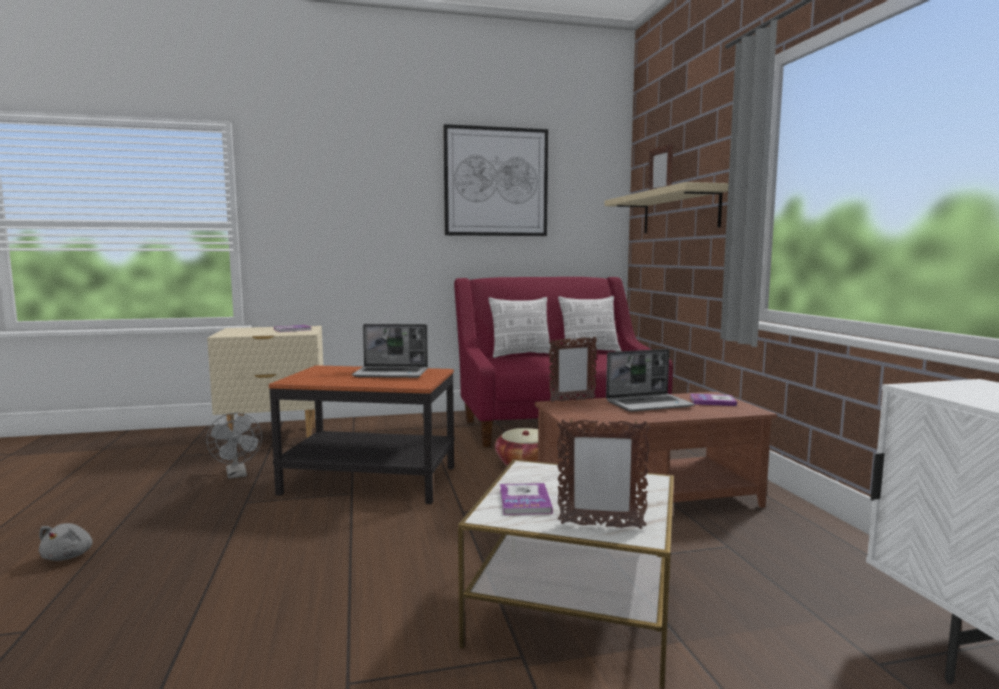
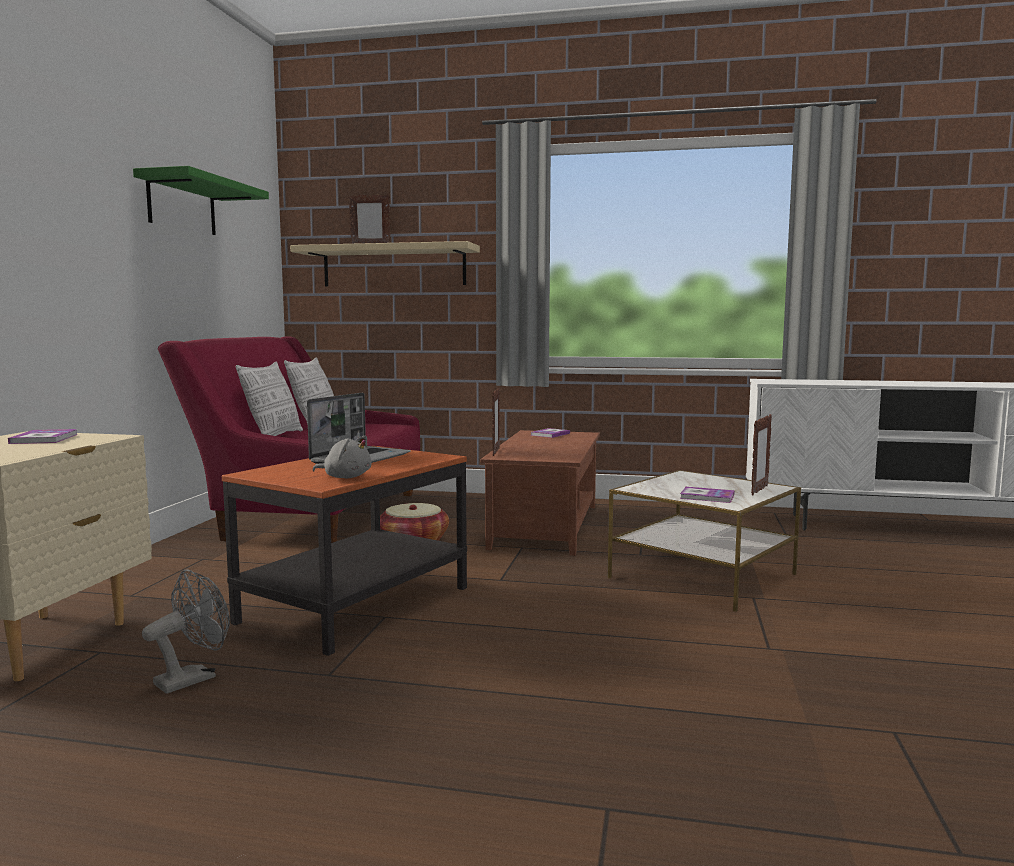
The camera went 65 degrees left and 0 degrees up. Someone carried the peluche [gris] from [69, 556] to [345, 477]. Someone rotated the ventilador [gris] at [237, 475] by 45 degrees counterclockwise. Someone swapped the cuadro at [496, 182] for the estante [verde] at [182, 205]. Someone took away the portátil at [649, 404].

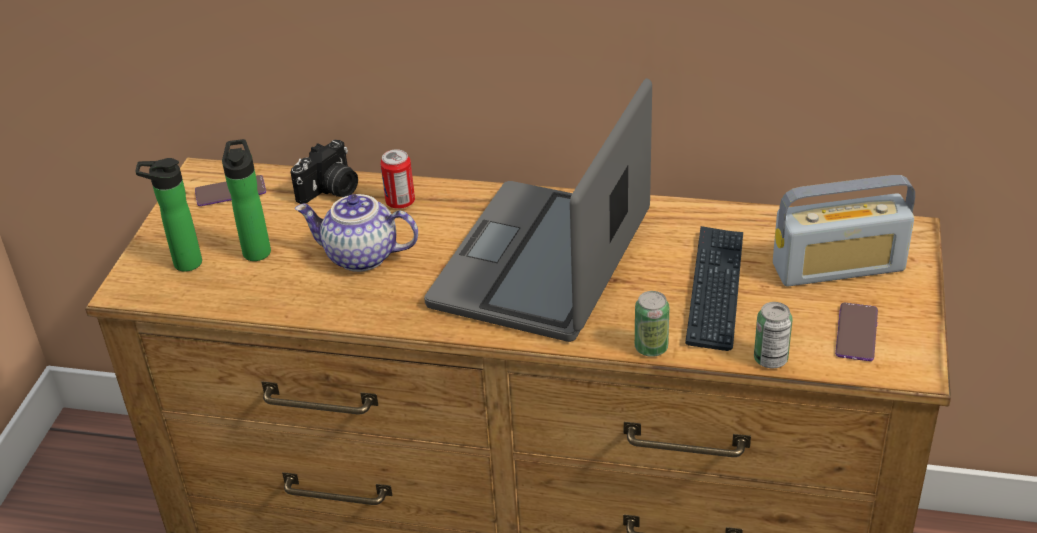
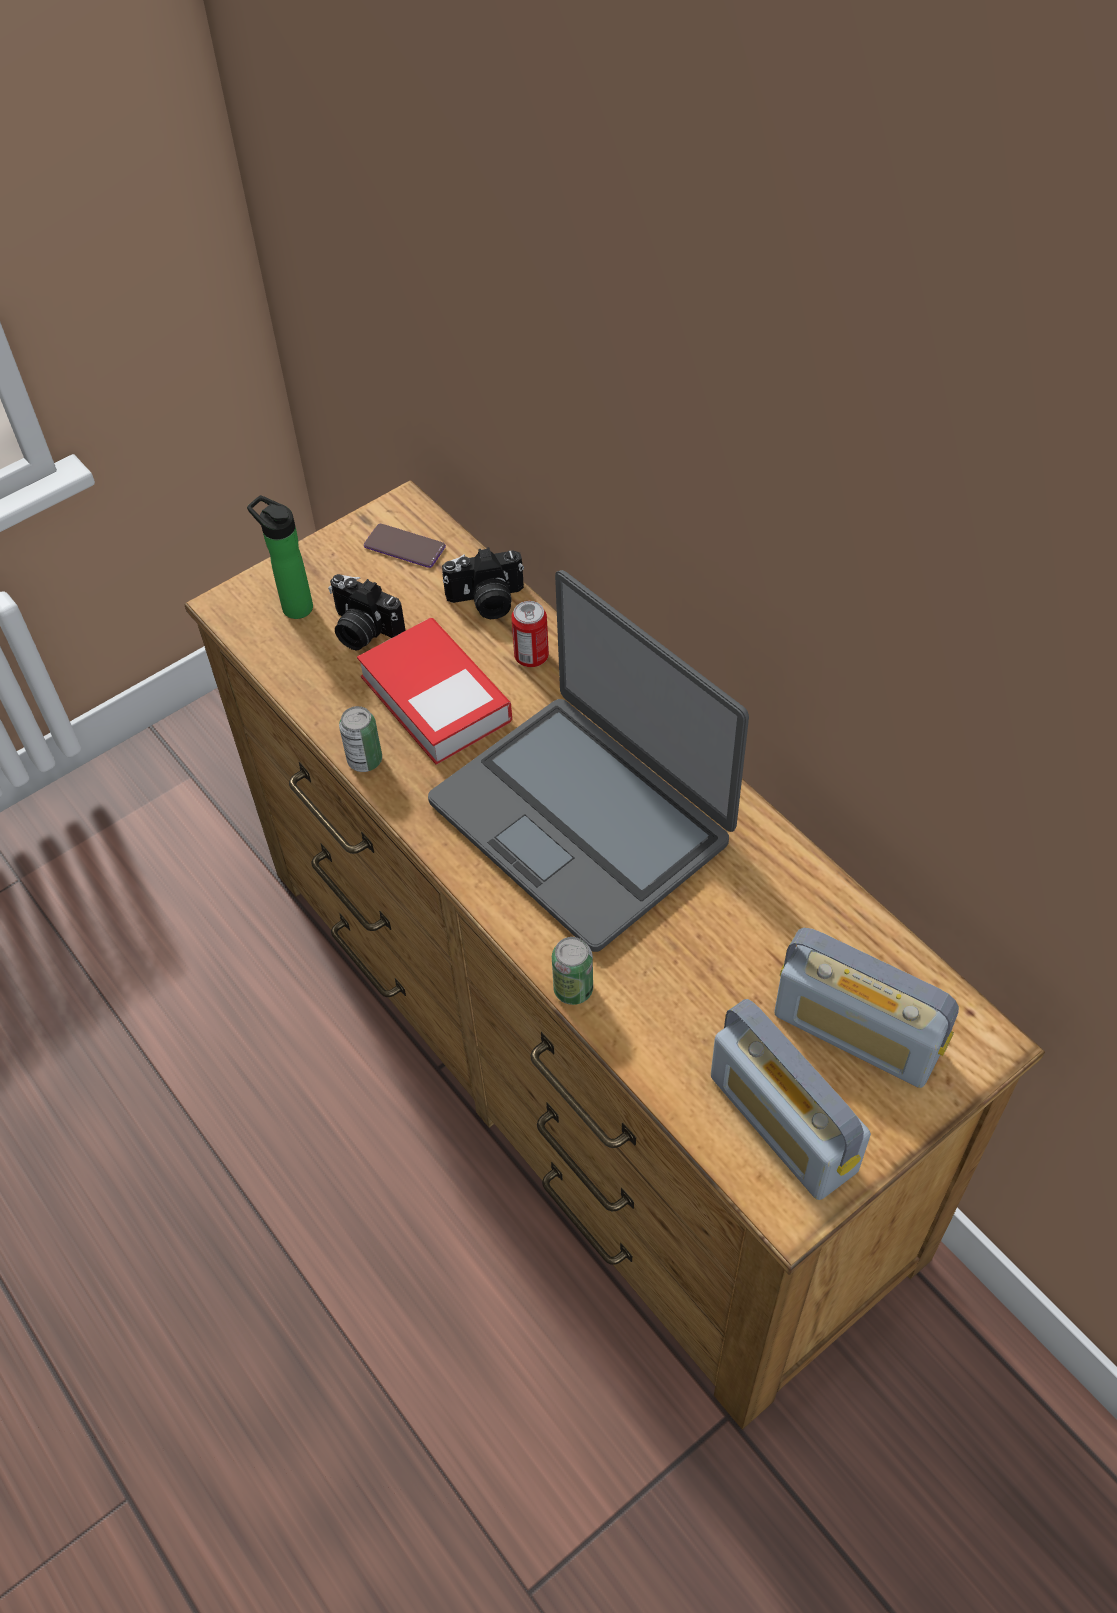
The camera went 40 degrees right and 15 degrees up. Someone swapped the botella at [257, 250] for the cámara at [363, 630]. Someone swapped the tetera at [360, 257] for the libro at [435, 699]. Someone rotated the portátil at [544, 263] by 105 degrees counterclockwise. Someone took away the teclado at [715, 288]. Someone carried the lata from [770, 359] to [365, 760]. Someone swapped the móvil at [856, 333] for the radio at [783, 1123].

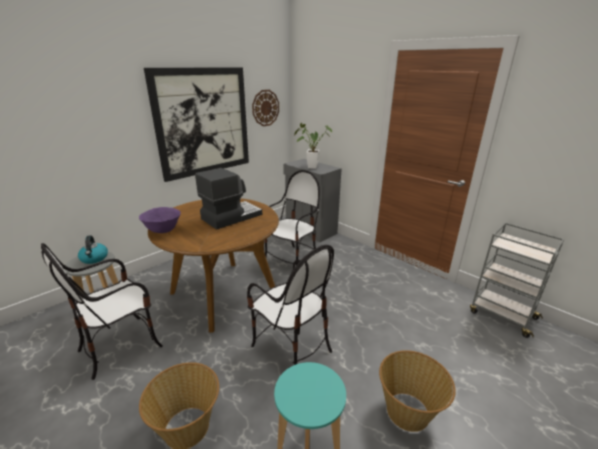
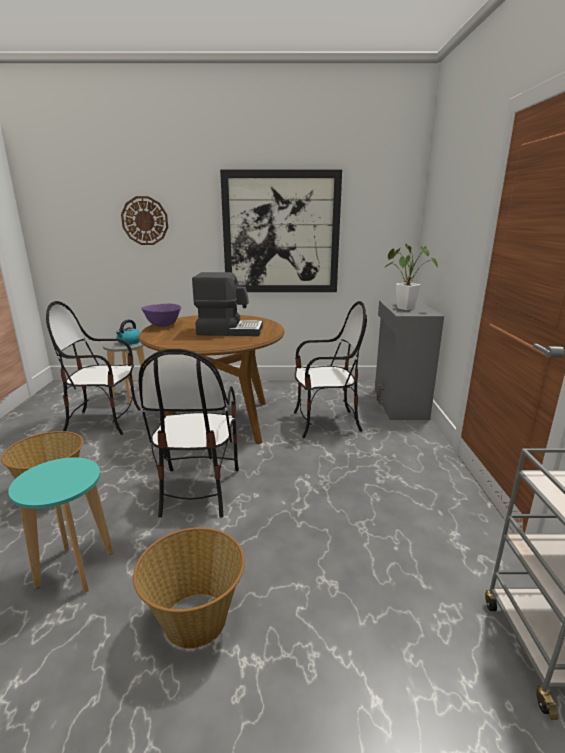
The camera went 45 degrees right and 5 degrees down. Someone carried the reloj de pared from [265, 108] to [145, 221].

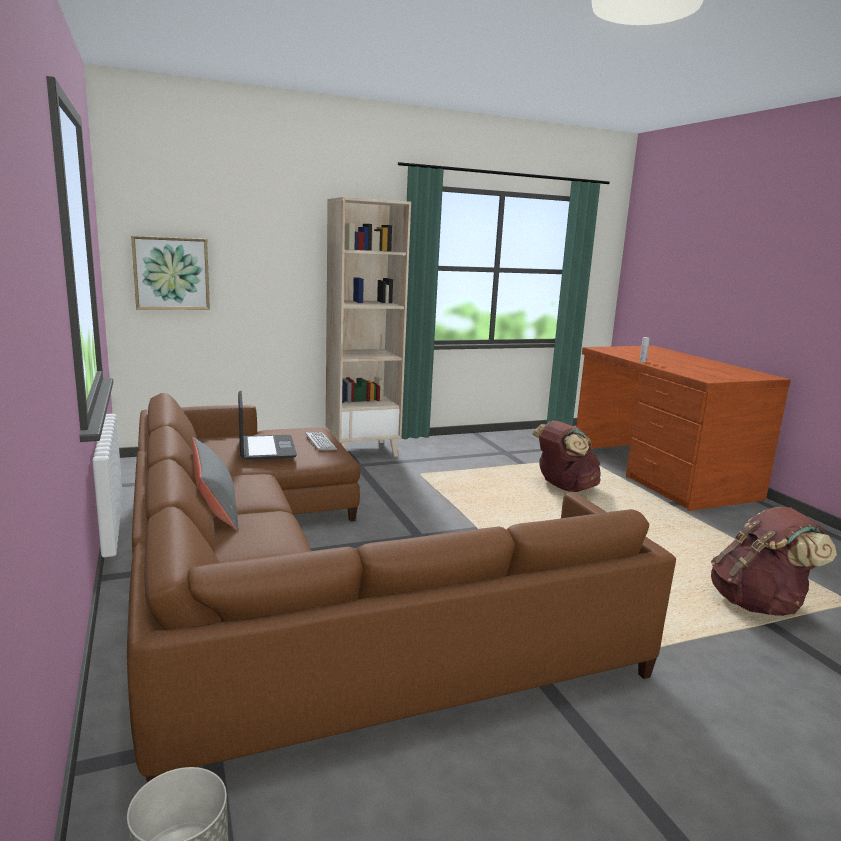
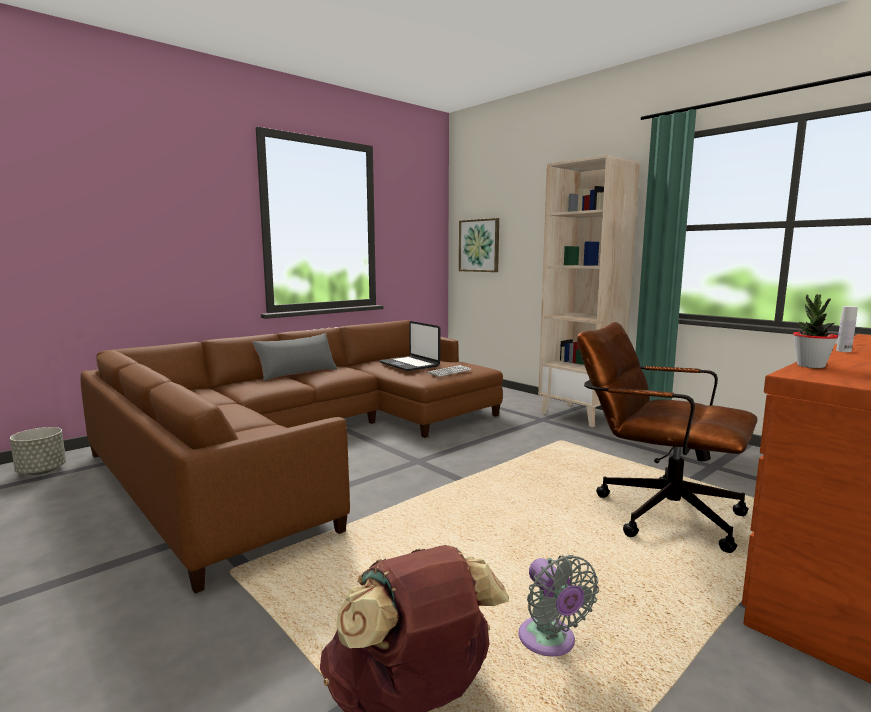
The camera went 70 degrees right and 5 degrees down. Someone rotated the portátil at [266, 448] by 90 degrees clockwise. Someone swapped the mochila [marrón] at [564, 487] for the silla de oficina [marrón] at [656, 511]. Someone put down the ventilador [gris] at [550, 642]. Someone put down the planta en maceta at [810, 366].

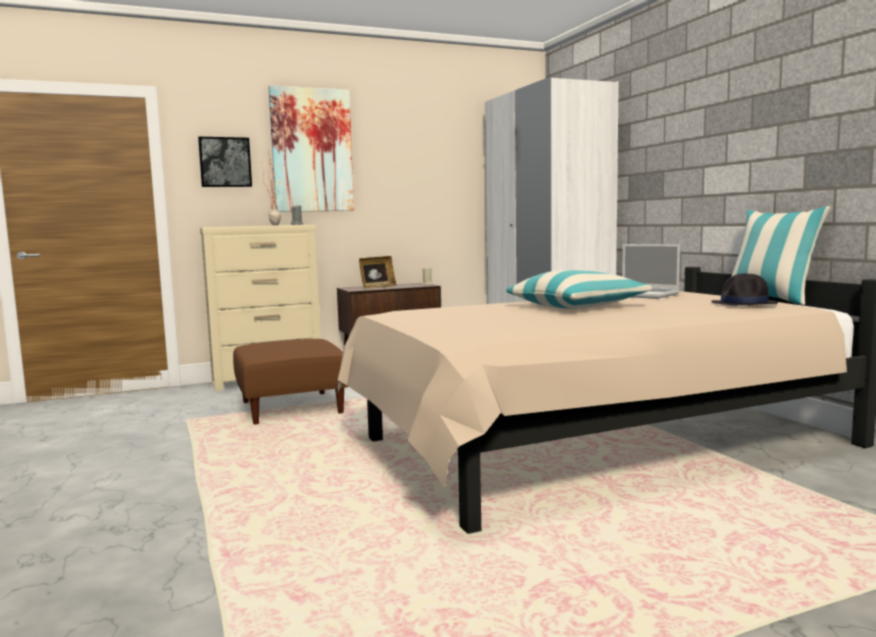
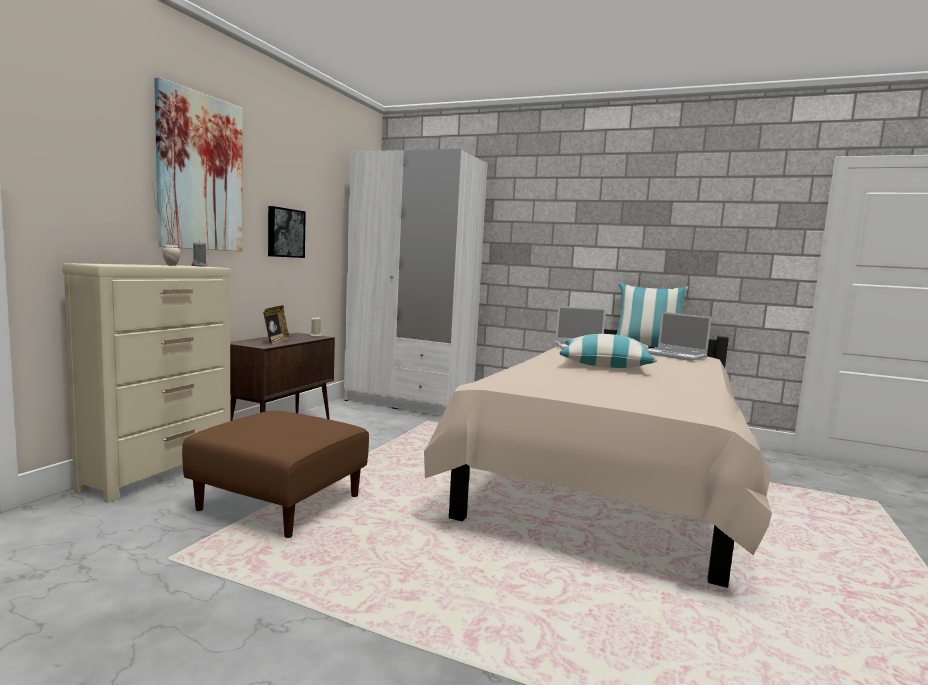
The camera went 45 degrees left and 0 degrees up. Someone carried the cuadro from [225, 162] to [285, 233]. Someone swapped the sombrero [negro] at [744, 304] for the portátil at [675, 355].

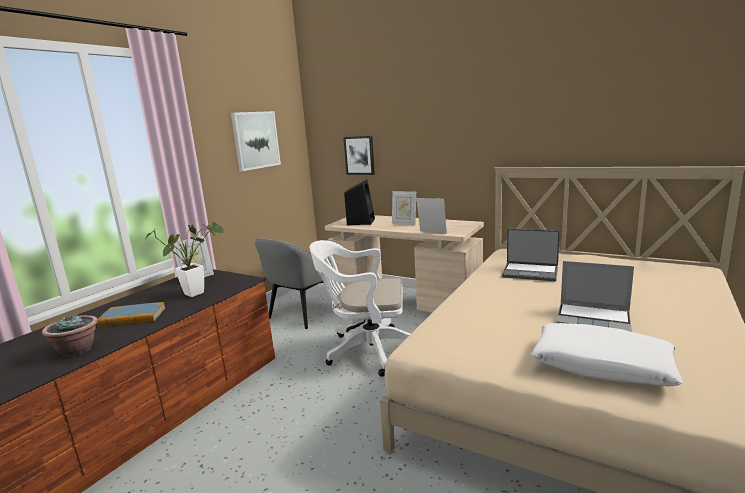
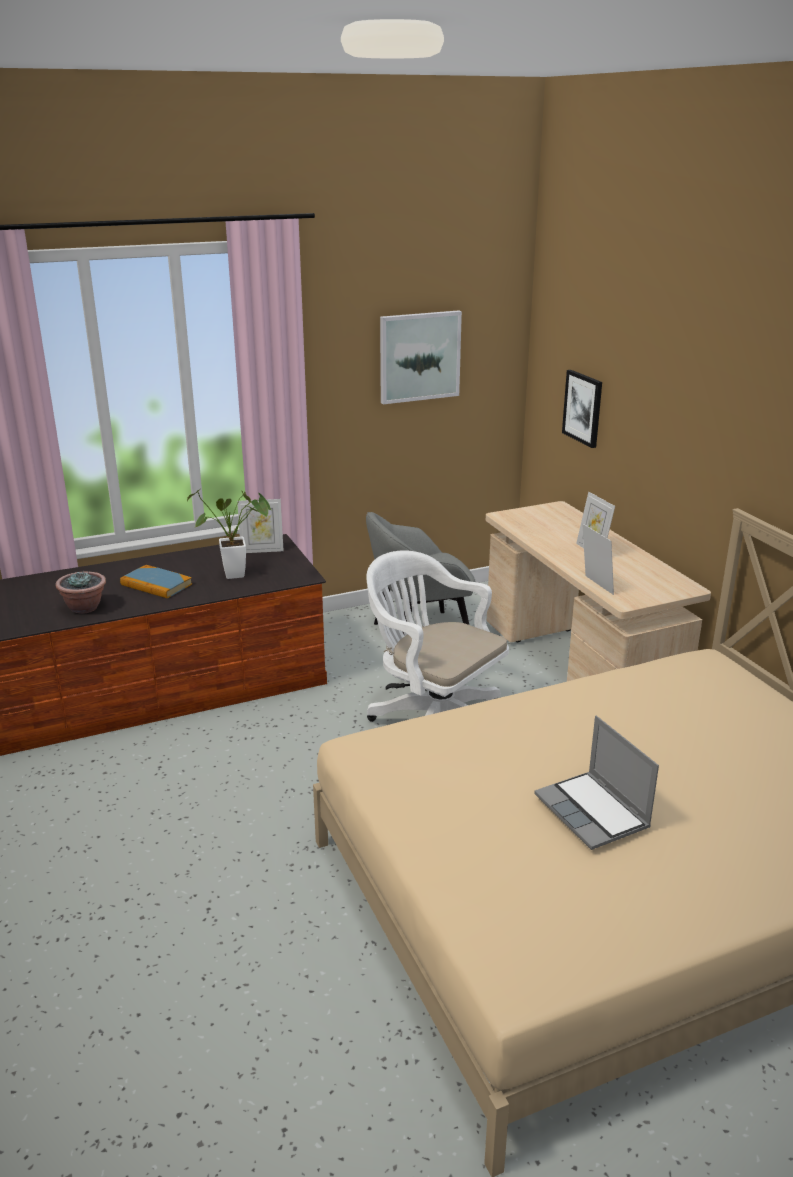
The camera went 35 degrees right and 10 degrees up. Someone took away the altavoz [negro] at [361, 221]. Someone took away the portátil at [530, 272]. Someone took away the cojín [blanco] at [601, 365].

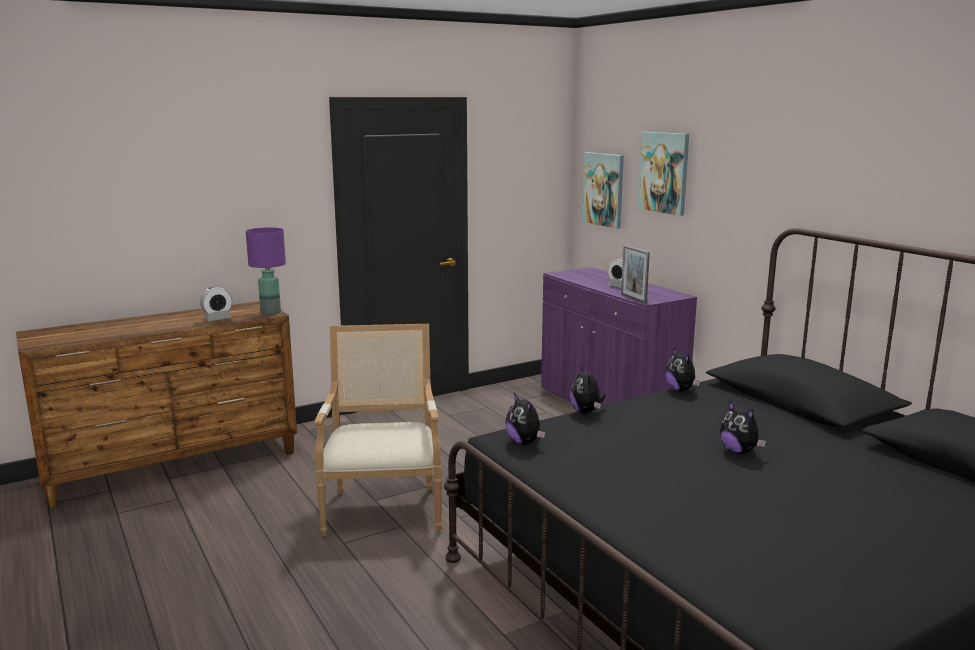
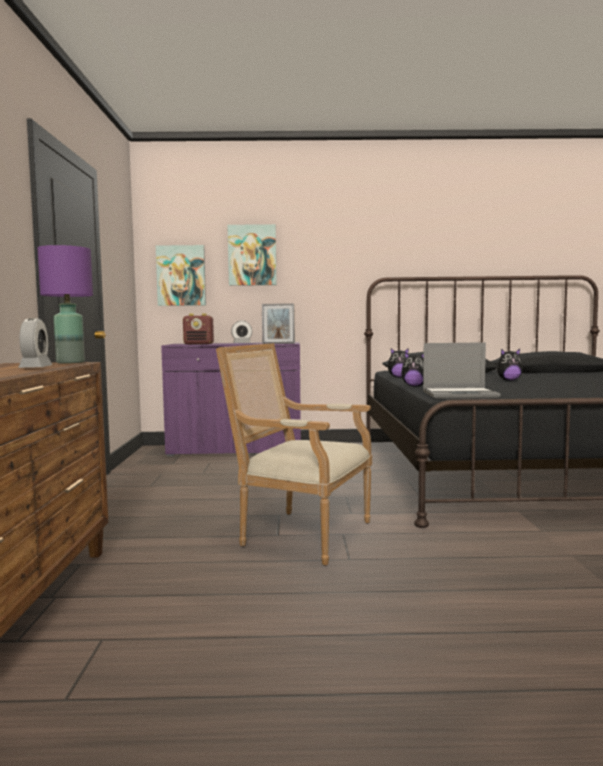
The camera went 60 degrees left and 10 degrees down. Someone swapped the peluche at [524, 442] for the portátil at [460, 395]. Someone put down the radio at [199, 344].

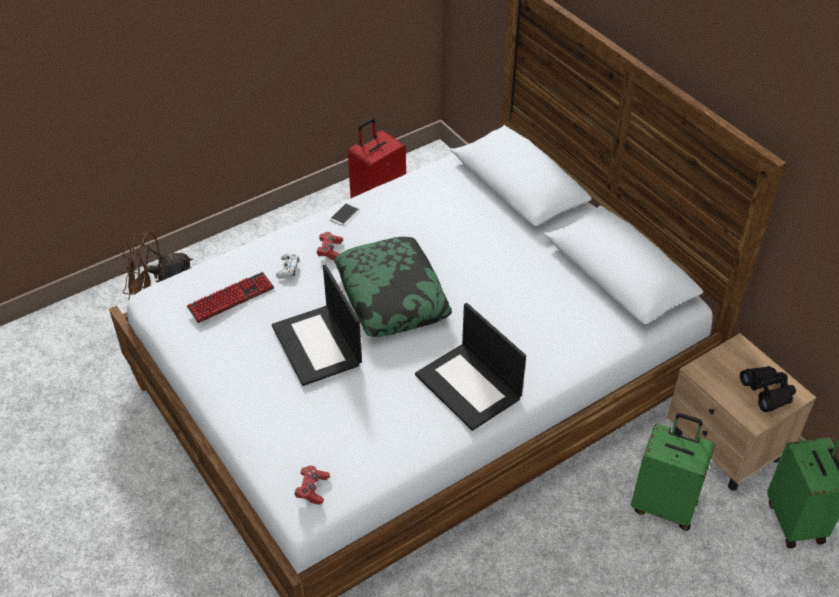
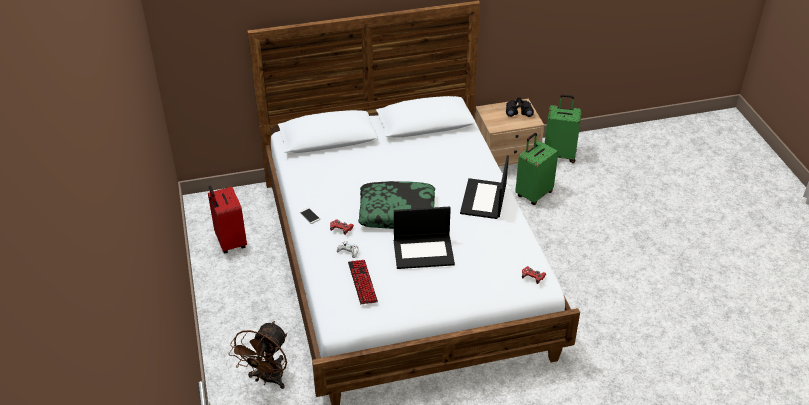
The camera went 70 degrees left and 5 degrees down. Someone rotated the portátil at [469, 386] by 120 degrees clockwise.

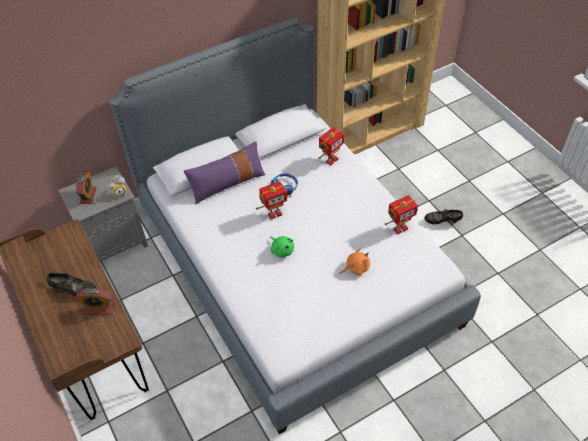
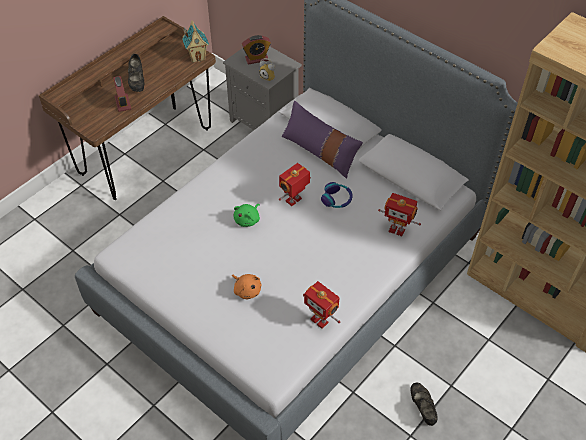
The camera went 70 degrees right and 0 degrees up. Someone rotated the robot de juguete at [274, 213] by 90 degrees clockwise. Someone put down the casita at [197, 57].

